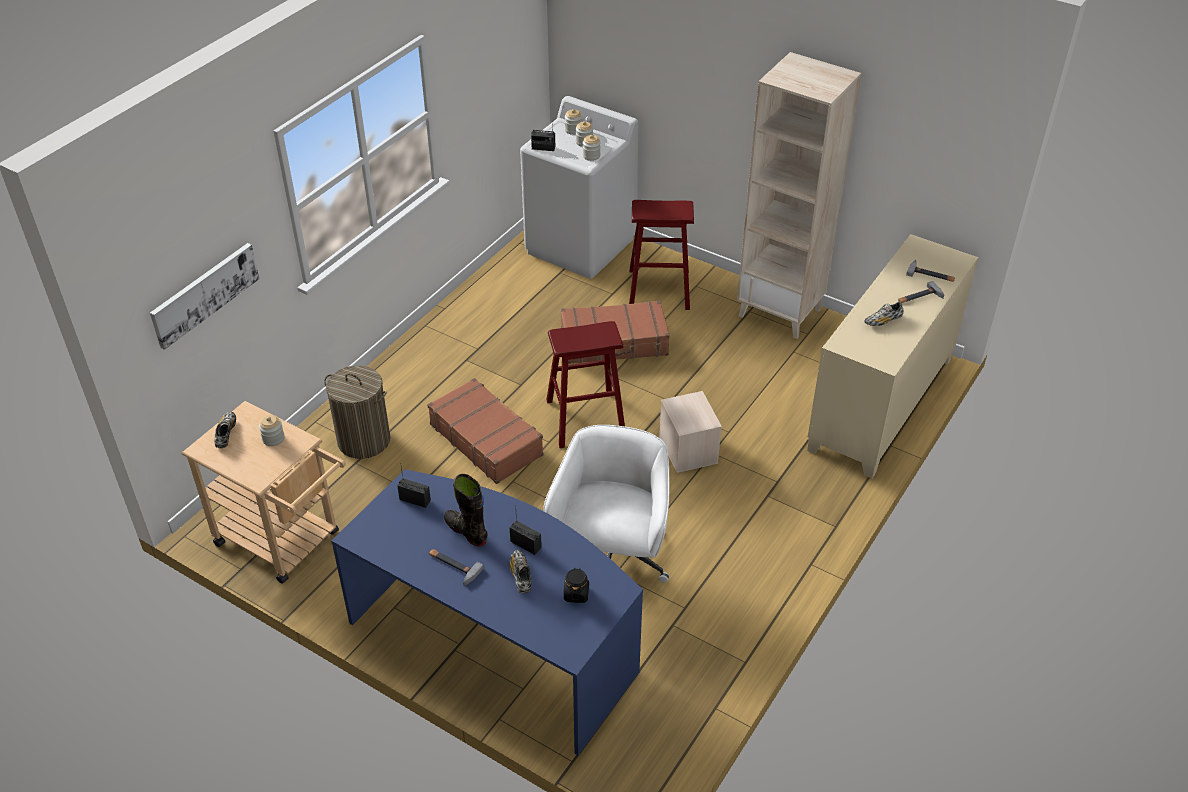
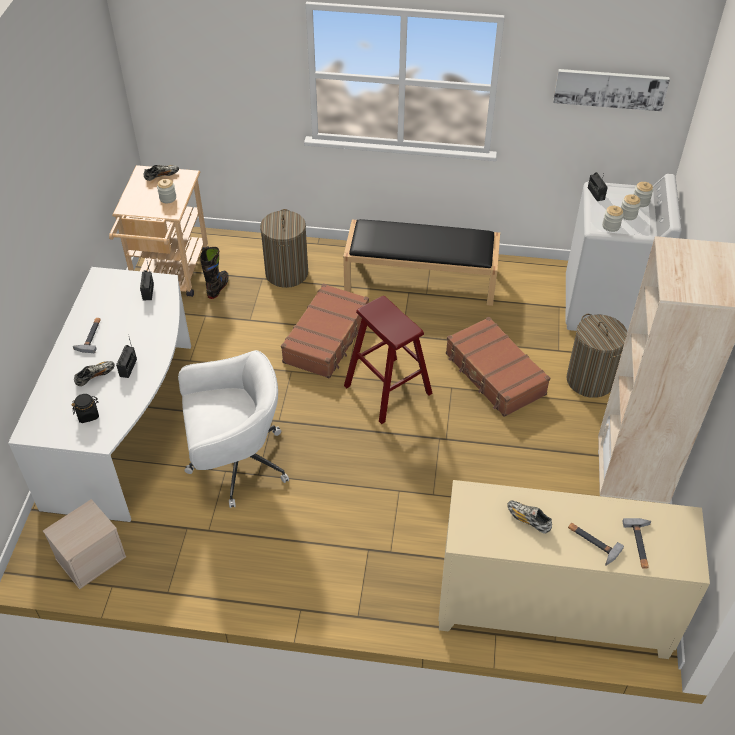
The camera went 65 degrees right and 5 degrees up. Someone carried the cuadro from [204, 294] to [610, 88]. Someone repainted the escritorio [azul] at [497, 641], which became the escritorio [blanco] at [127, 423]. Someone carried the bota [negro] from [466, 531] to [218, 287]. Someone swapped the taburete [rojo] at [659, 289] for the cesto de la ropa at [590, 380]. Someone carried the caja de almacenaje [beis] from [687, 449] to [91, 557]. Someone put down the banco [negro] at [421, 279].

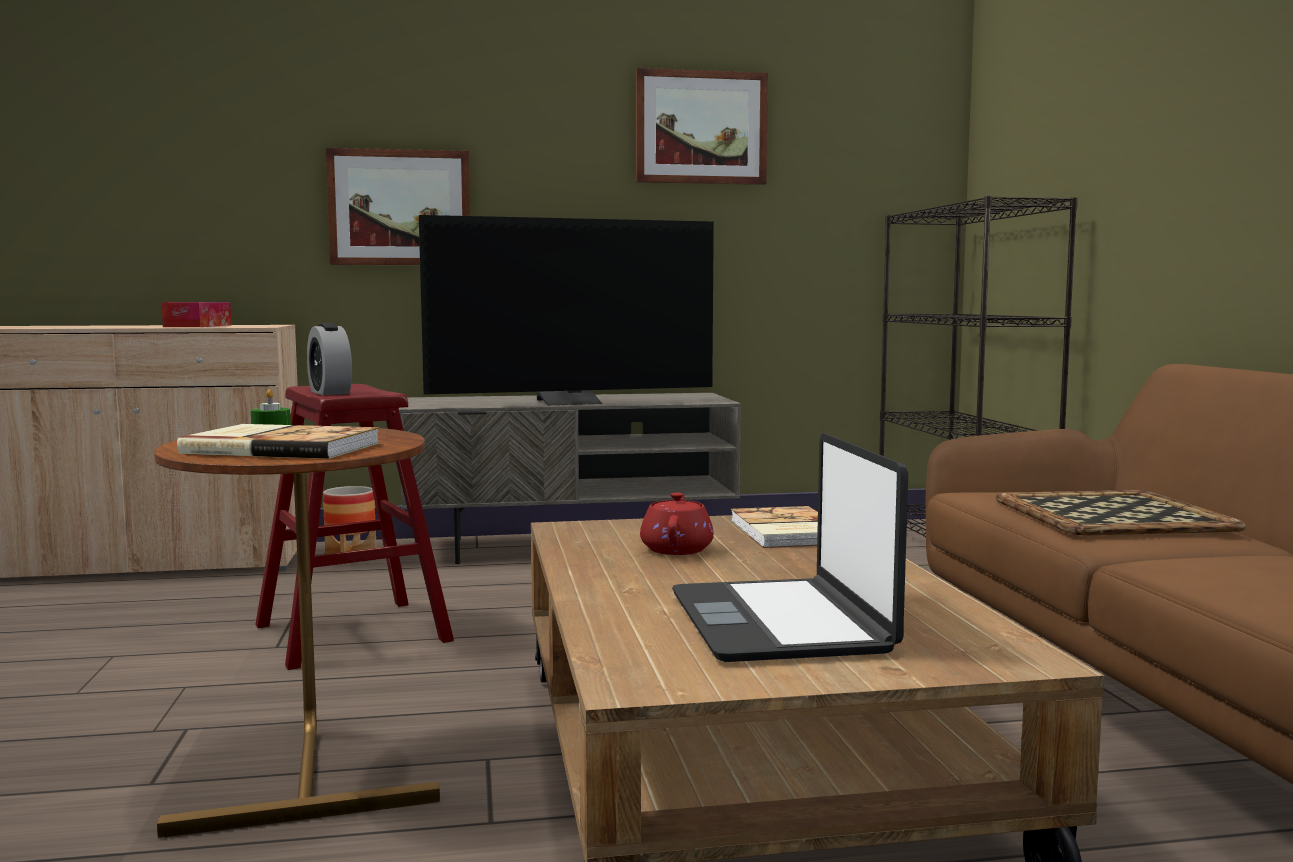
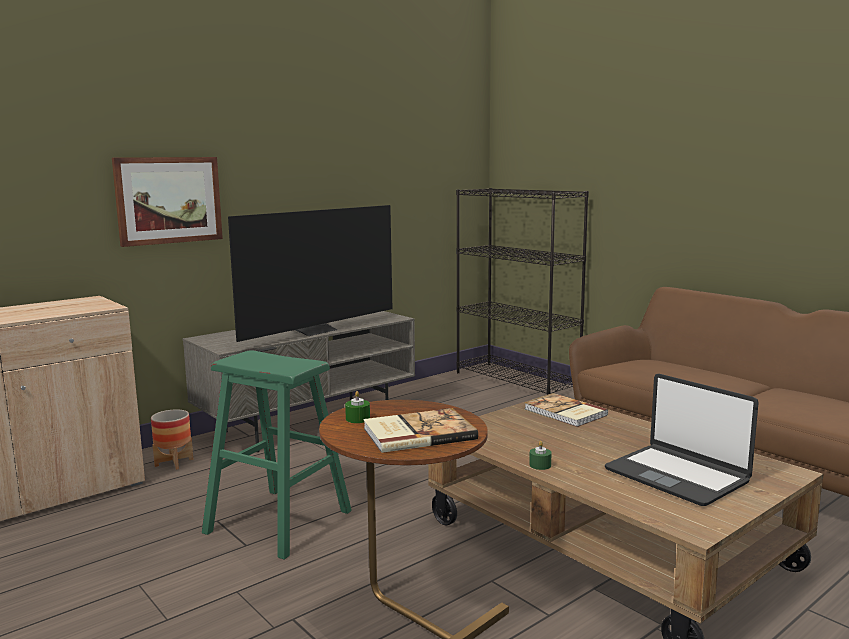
The camera went 30 degrees left and 5 degrees up. Someone took away the caja de pañuelos at [198, 326]. Someone repainted the taburete [rojo] at [352, 633], which became the taburete [verde] at [279, 521]. Someone took away the despertador at [330, 392]. Someone took away the cuadro at [701, 128]. Someone took away the tetera [rojo] at [677, 549]. Someone took away the bandeja at [1114, 515]. Someone put down the vela [verde] at [540, 465].

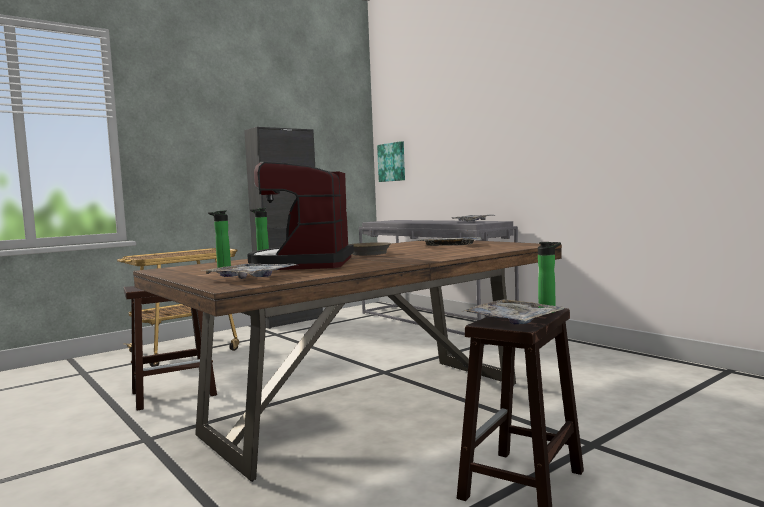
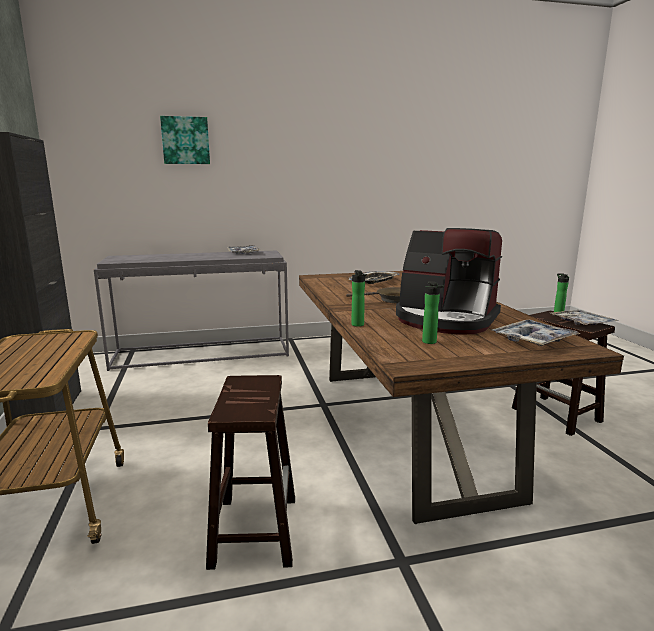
The camera went 65 degrees left and 10 degrees up. Someone carried the cuadro from [392, 162] to [185, 140].

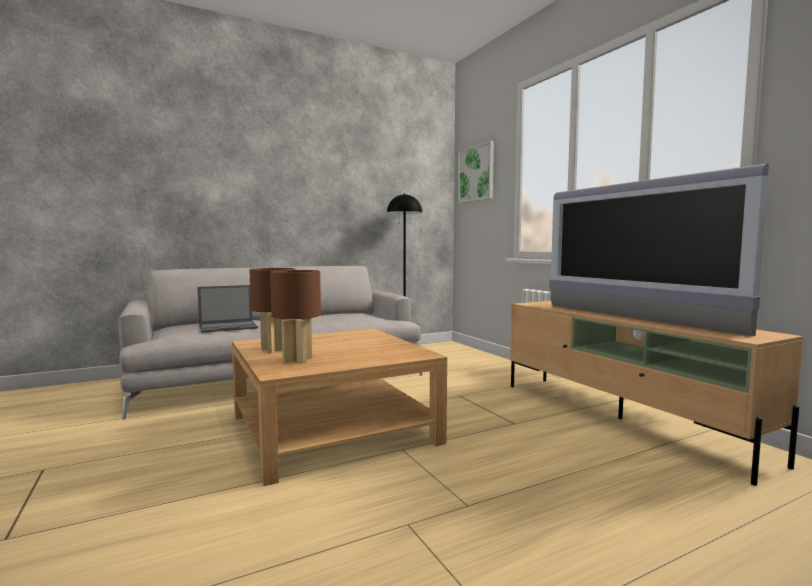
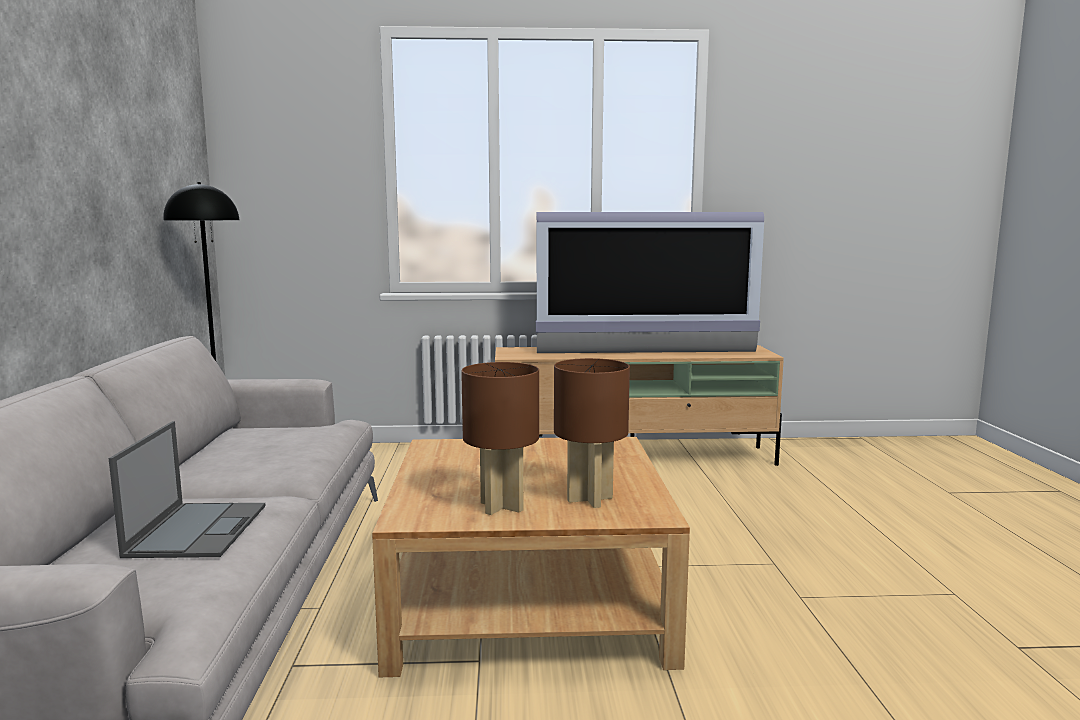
The camera went 65 degrees left and 5 degrees up. Someone took away the cuadro at [476, 173].

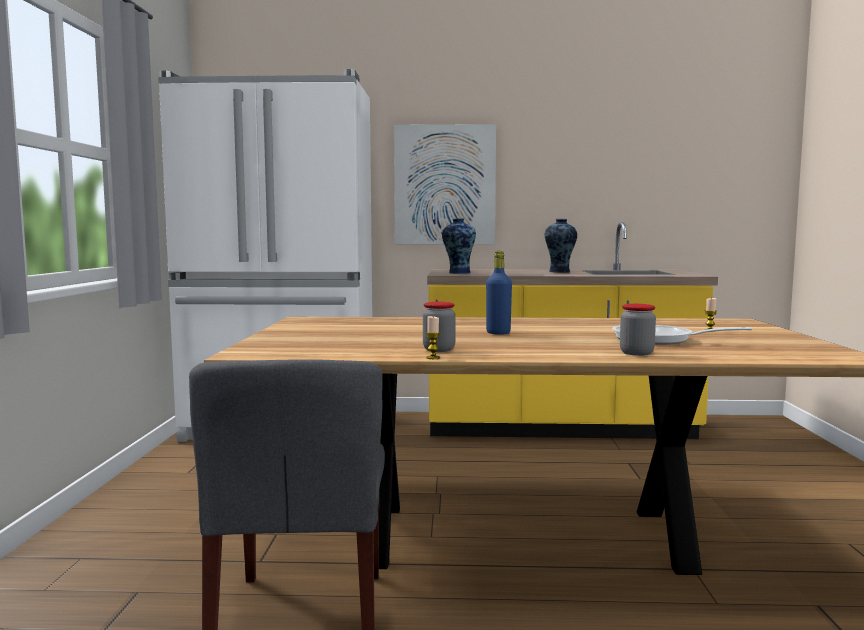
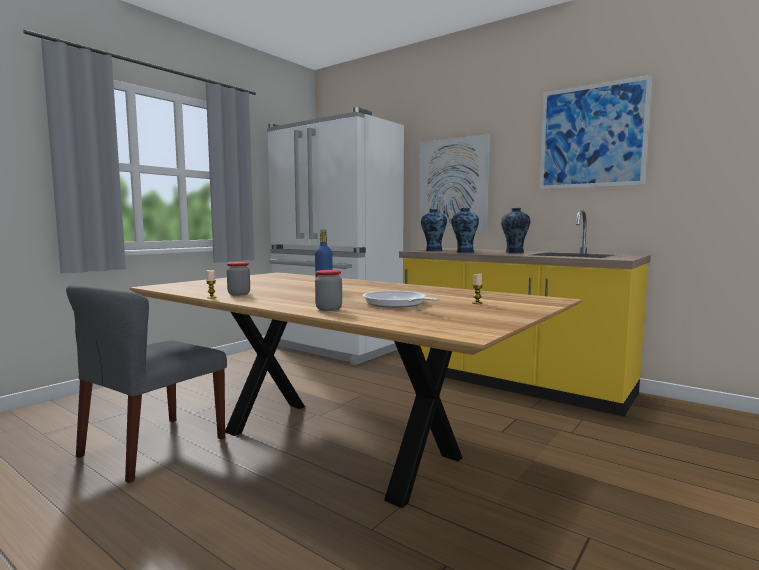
The camera went 35 degrees right and 0 degrees up. Someone put down the florero at [464, 252]. Someone put up the cuadro at [591, 136].

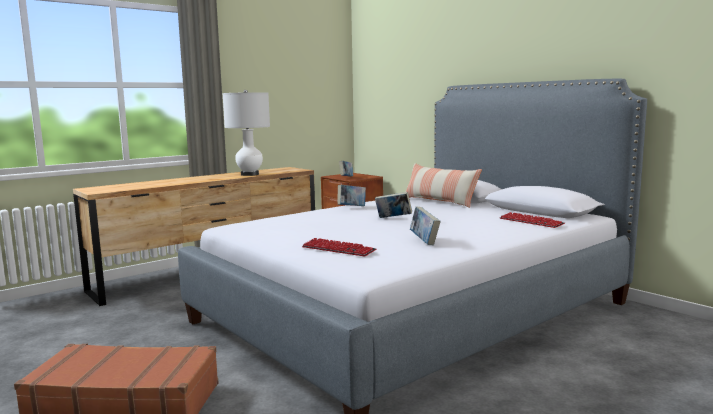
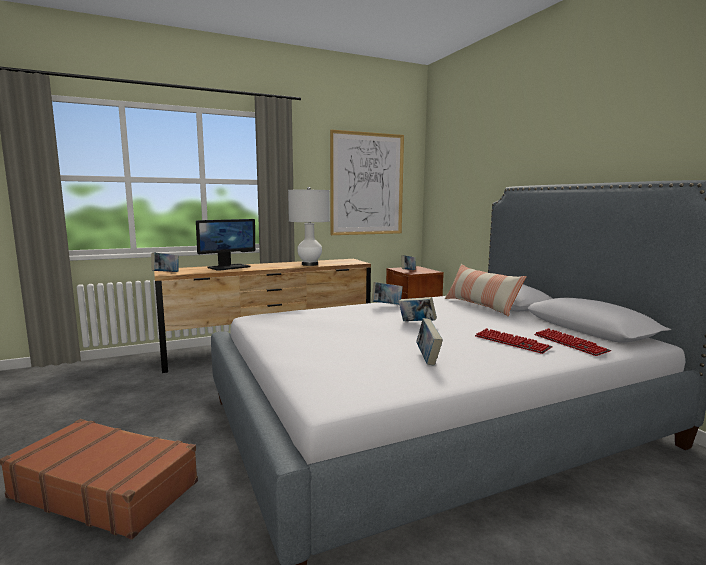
The camera went 15 degrees right and 0 degrees up. Someone carried the teclado from [338, 249] to [511, 342]. Someone put down the libro at [166, 273]. Someone put down the monitor at [229, 267]. Someone put up the cuadro at [367, 184].

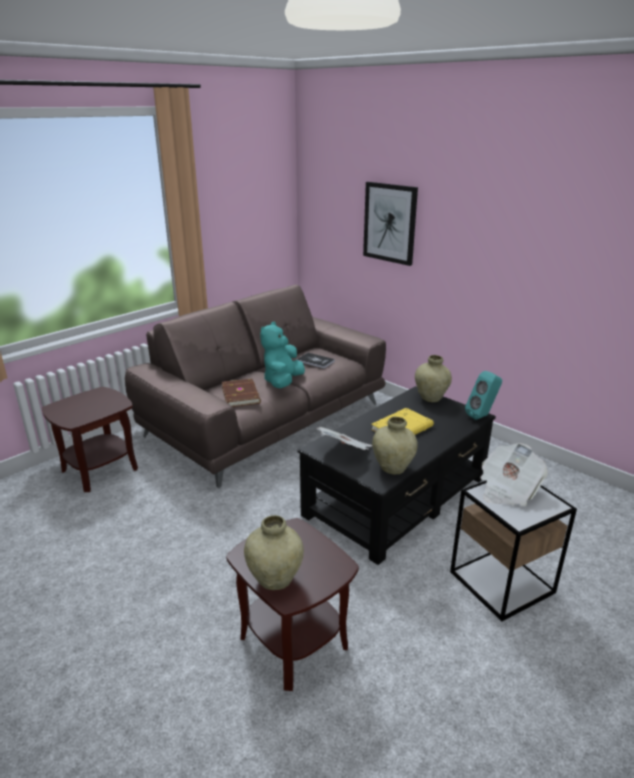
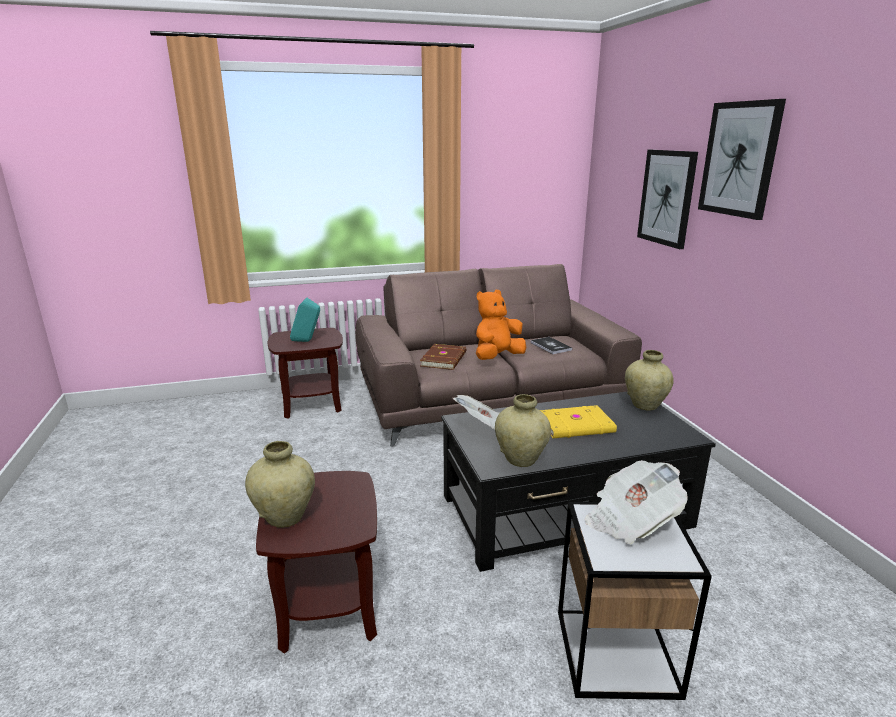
The camera went 30 degrees right and 5 degrees down. Someone repainted the peluche [turquesa] at [282, 382], which became the peluche [naranja] at [497, 357]. Someone carried the altavoz [turquesa] from [482, 416] to [307, 341]. Someone put up the cuadro at [739, 159].

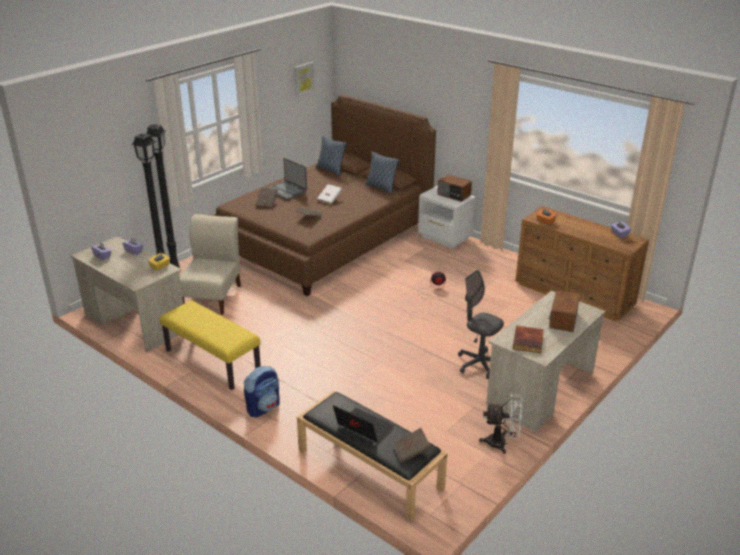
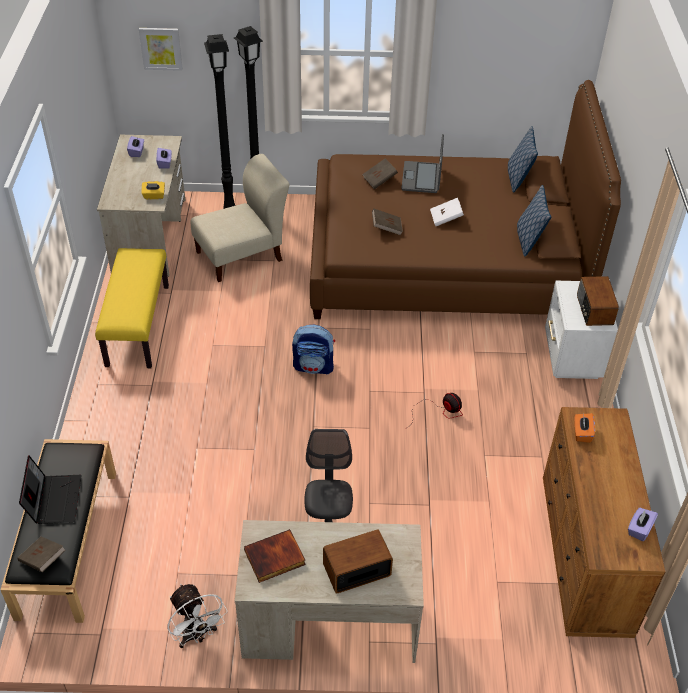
The camera went 50 degrees right and 15 degrees up. Someone carried the mochila from [263, 407] to [314, 366]. Someone carried the cuadro from [303, 79] to [161, 48].

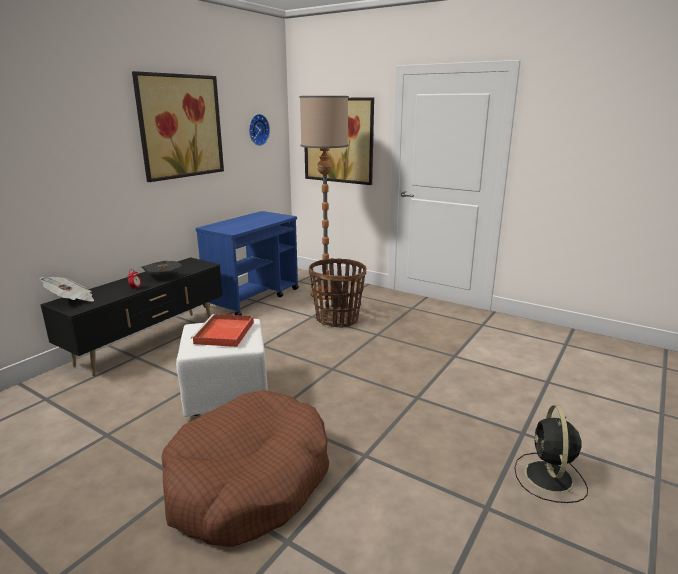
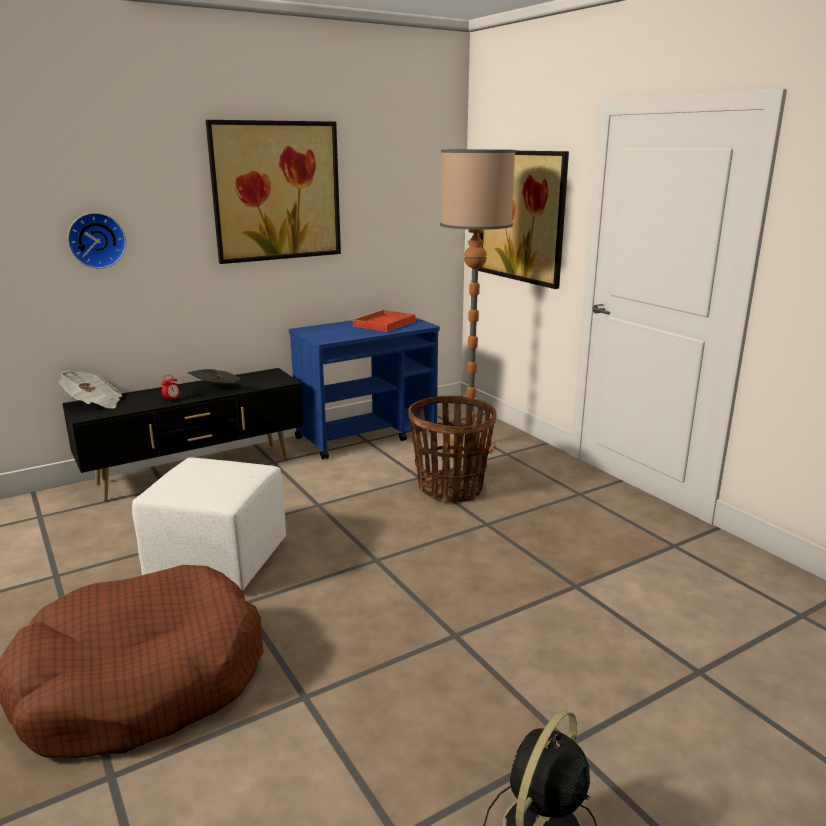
The camera went 25 degrees right and 0 degrees up. Someone carried the bandeja [rojo] from [224, 333] to [384, 324]. Someone carried the reloj de pared from [257, 130] to [96, 240].

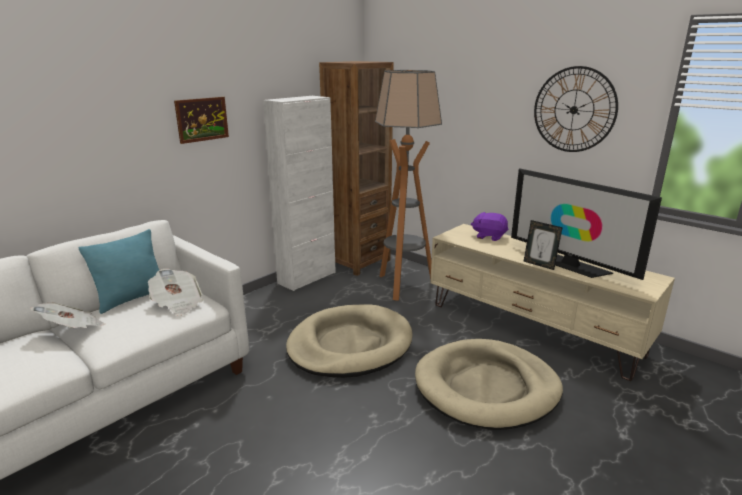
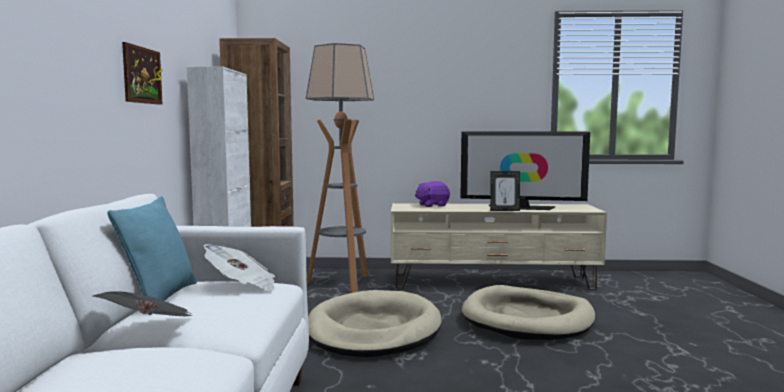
The camera went 40 degrees left and 15 degrees down. Someone took away the reloj de pared at [574, 110].

